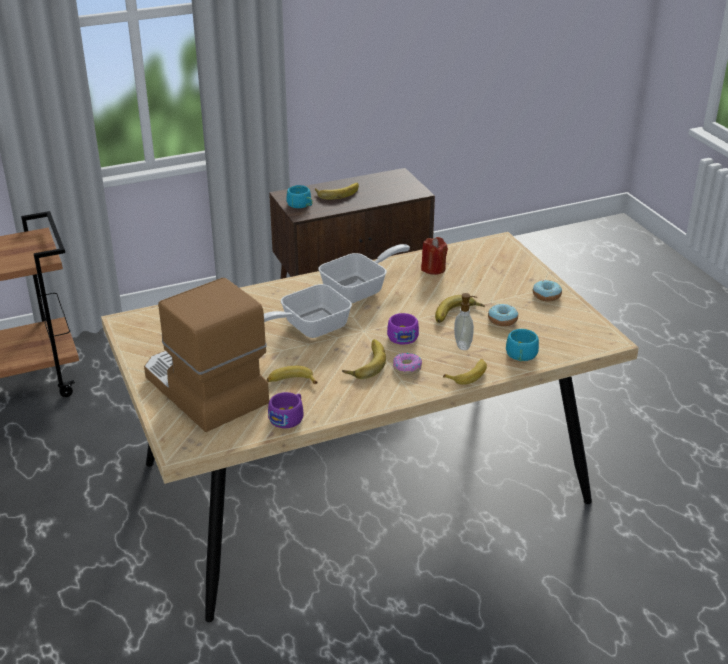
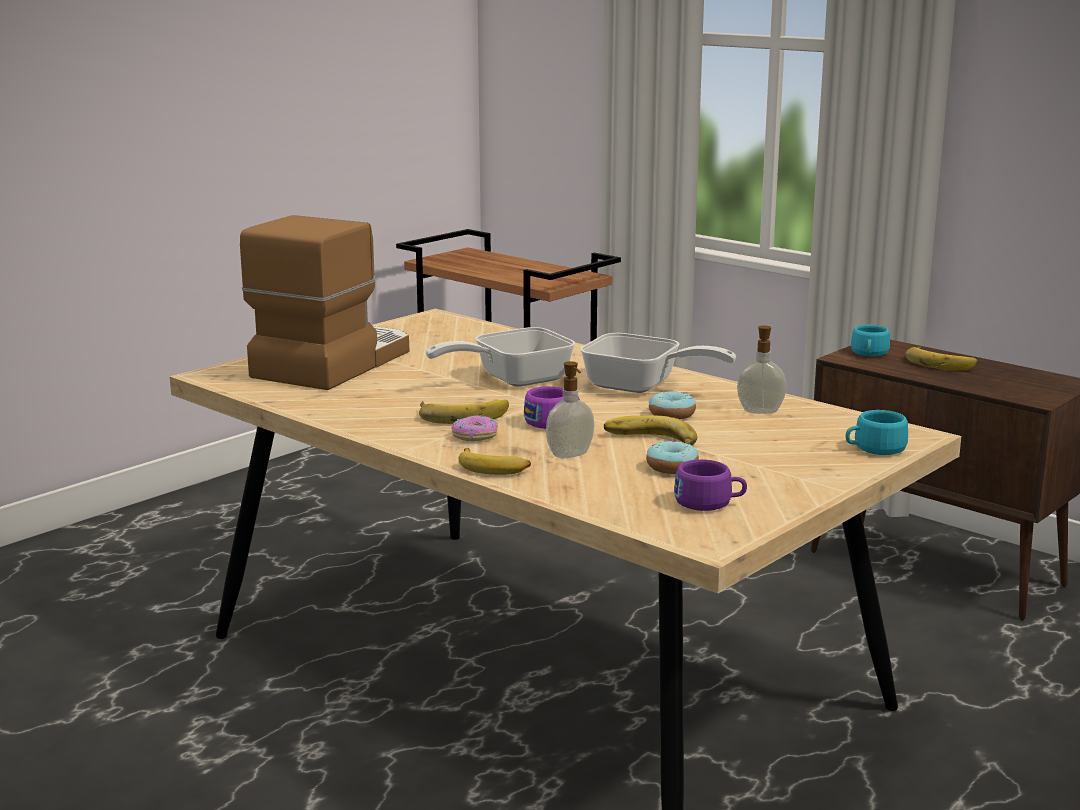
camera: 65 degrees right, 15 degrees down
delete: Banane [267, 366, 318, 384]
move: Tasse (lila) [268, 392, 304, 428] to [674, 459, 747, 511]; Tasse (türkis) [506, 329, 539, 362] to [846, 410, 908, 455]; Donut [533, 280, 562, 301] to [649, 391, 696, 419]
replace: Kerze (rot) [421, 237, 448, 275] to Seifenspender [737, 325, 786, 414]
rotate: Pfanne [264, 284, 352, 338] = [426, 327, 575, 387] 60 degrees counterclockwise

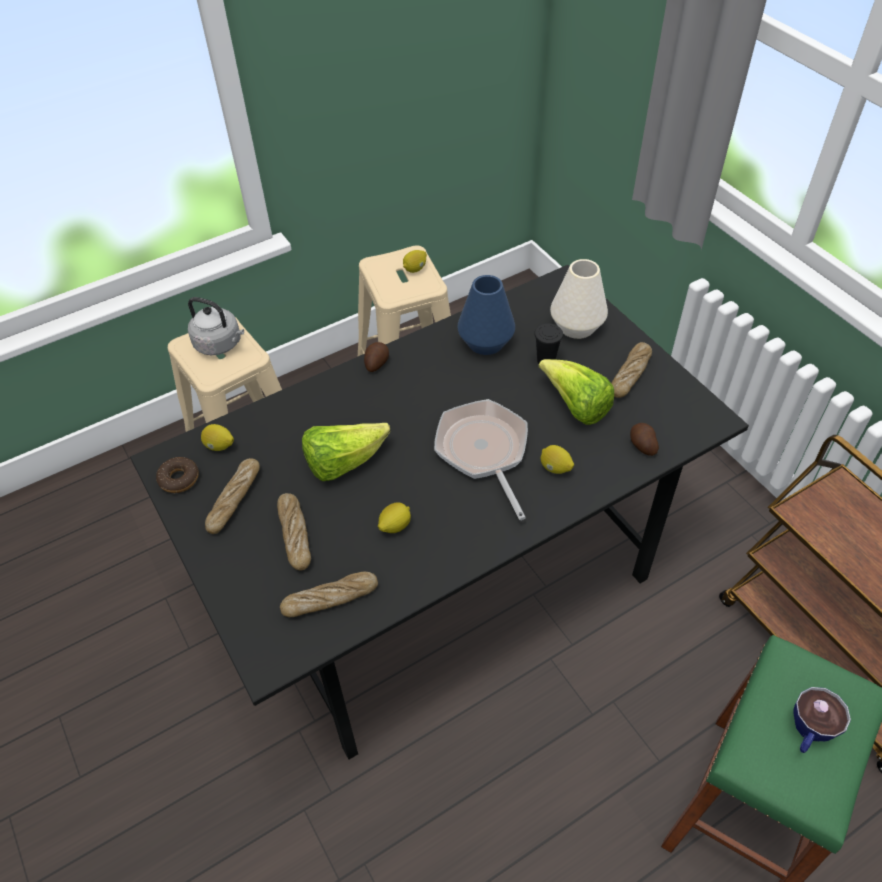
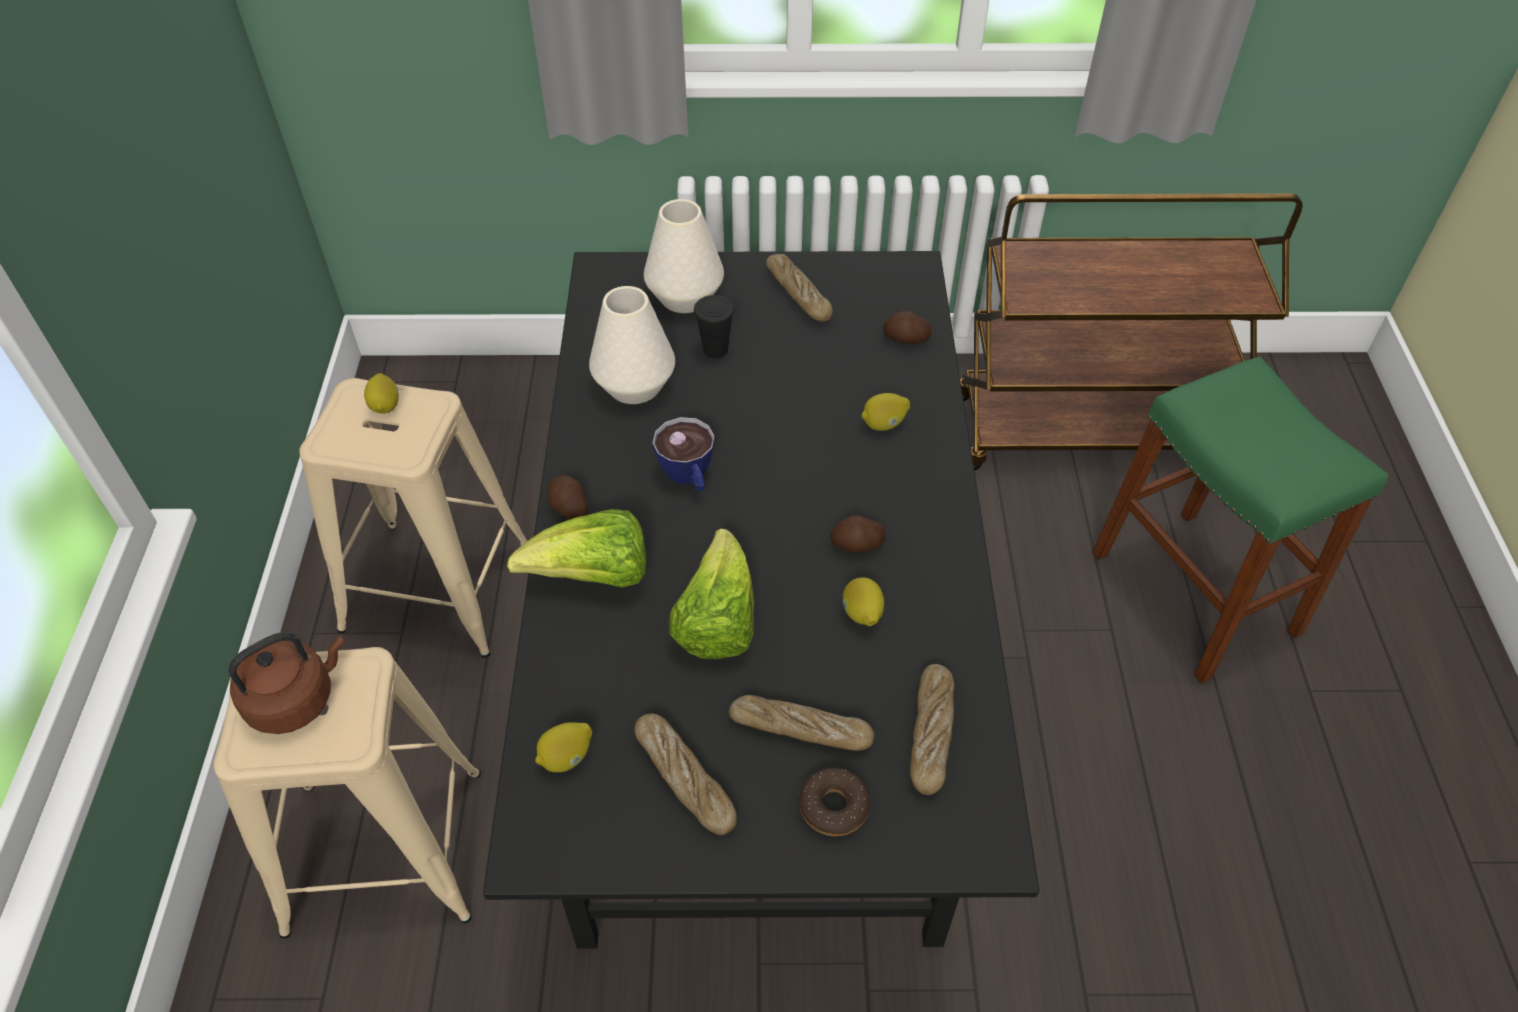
camera: 60 degrees left, 0 degrees up
delete: Pfanne [434, 399, 528, 520]
insert: Kartoffel [830, 515, 886, 553]
move: Donut [156, 457, 199, 493] to [799, 768, 870, 837]; Salatkopf [538, 359, 614, 425] to [507, 509, 646, 588]; Tasse [793, 687, 851, 753] to [652, 417, 715, 492]
recolor: Wasserkessel (grau) [188, 297, 244, 355] to Wasserkessel (braun) [228, 632, 345, 734]; Vase (blau) [458, 275, 515, 355] to Vase (weiß) [589, 286, 675, 404]

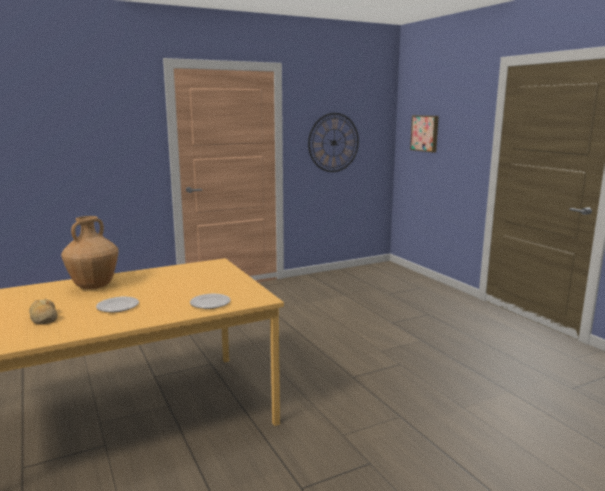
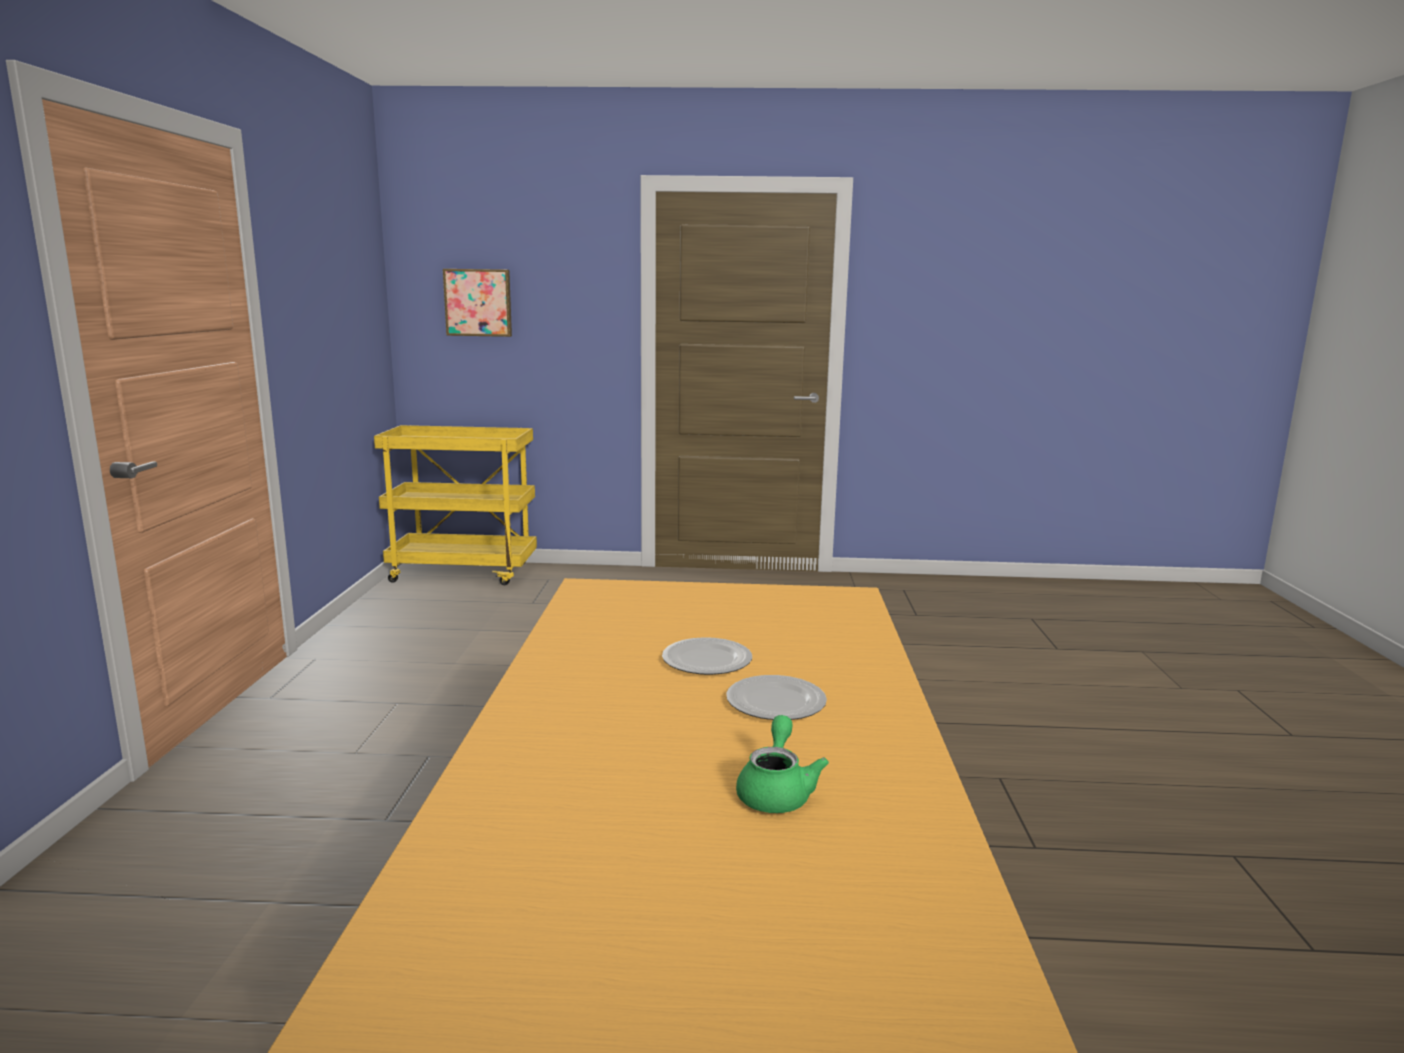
camera: 60 degrees left, 0 degrees up
delete: Vase (braun) [61, 216, 119, 289]; Wanduhr [308, 113, 359, 172]
insert: Rollwagen (gelb) [374, 425, 537, 585]
move: Teller [190, 294, 230, 309] to [662, 637, 752, 675]
replace: Brot [29, 298, 58, 325] to Teekanne (grün) [736, 715, 829, 813]

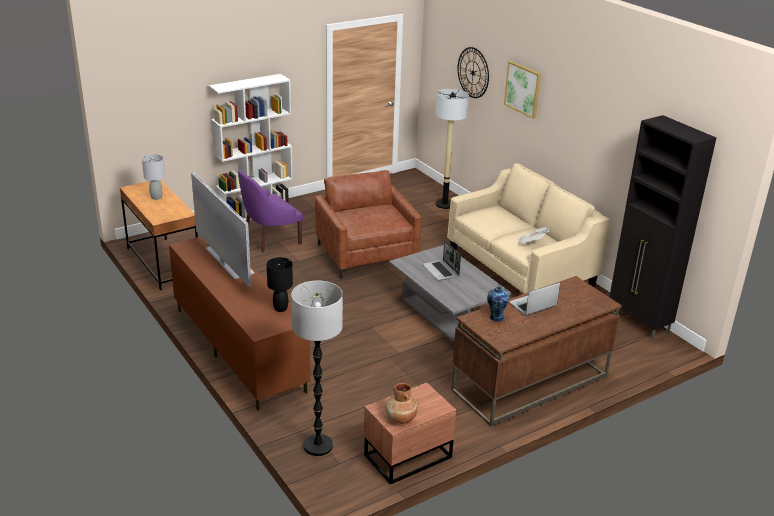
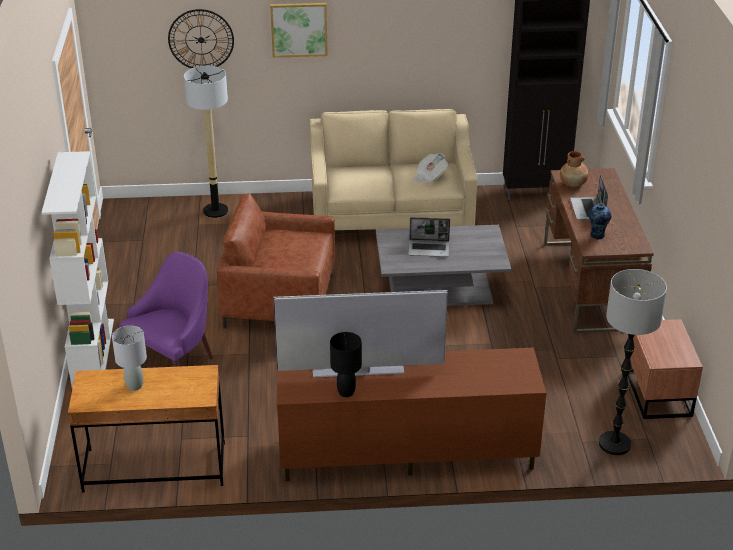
camera: 60 degrees left, 5 degrees up
move: Tischlampe (schwarz) [267, 257, 293, 312] to [330, 332, 362, 397]; Vase (braun) [385, 383, 418, 424] to [560, 151, 589, 187]
rotate: Sessel (lila) [238, 171, 303, 252] = [120, 252, 213, 367] 135 degrees counterclockwise

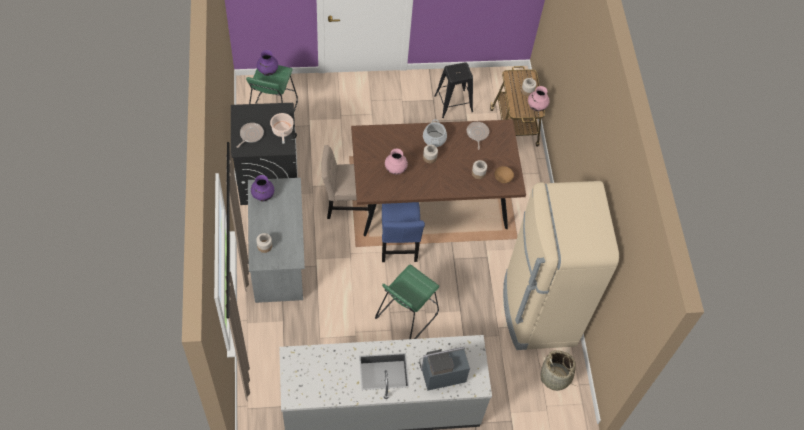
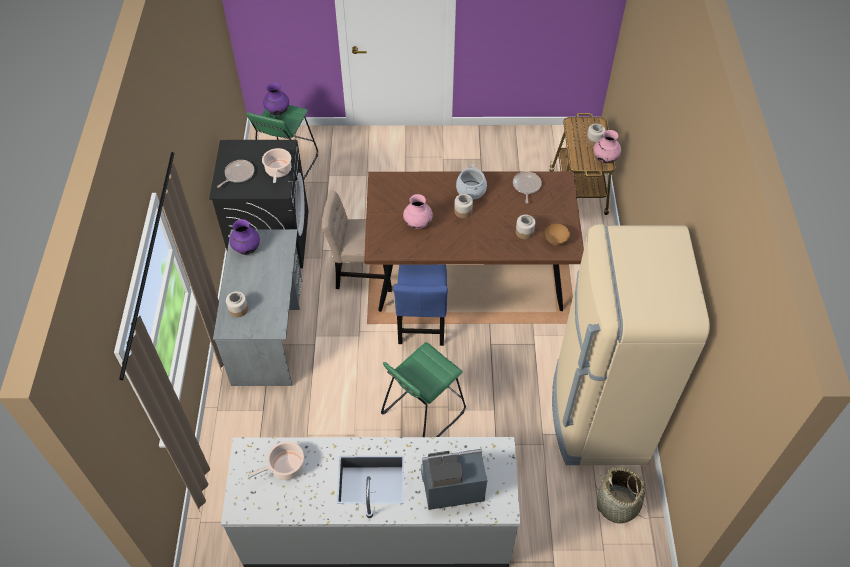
camera: 10 degrees right, 5 degrees down
delete: Hocker (schwarz) [434, 62, 473, 118]
insert: Kochtopf [246, 441, 304, 480]

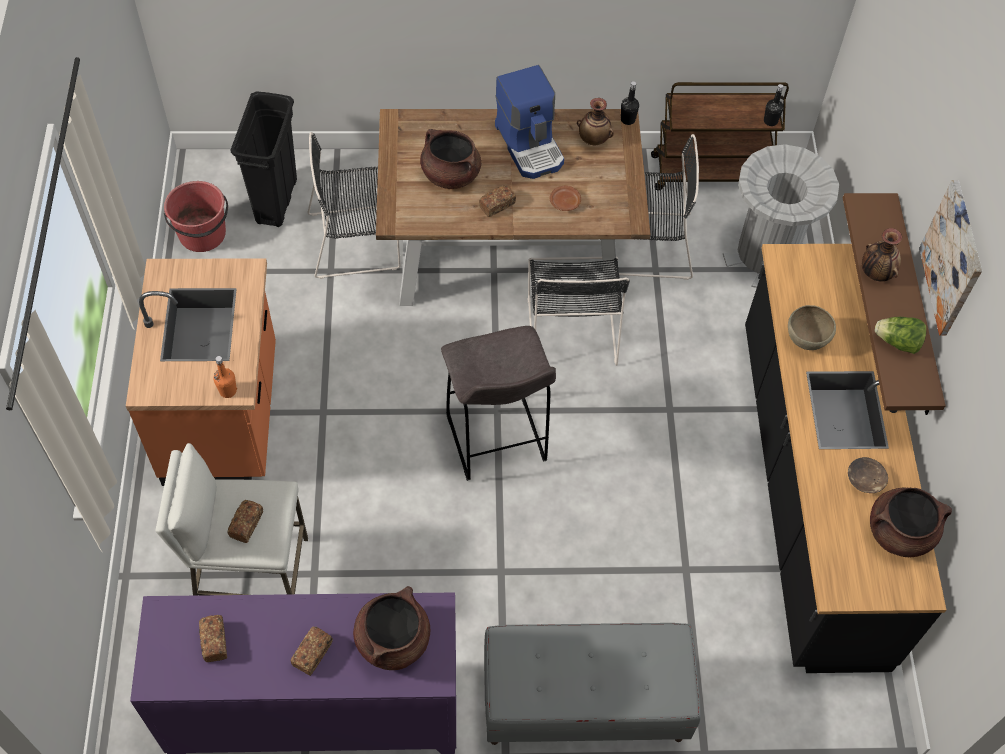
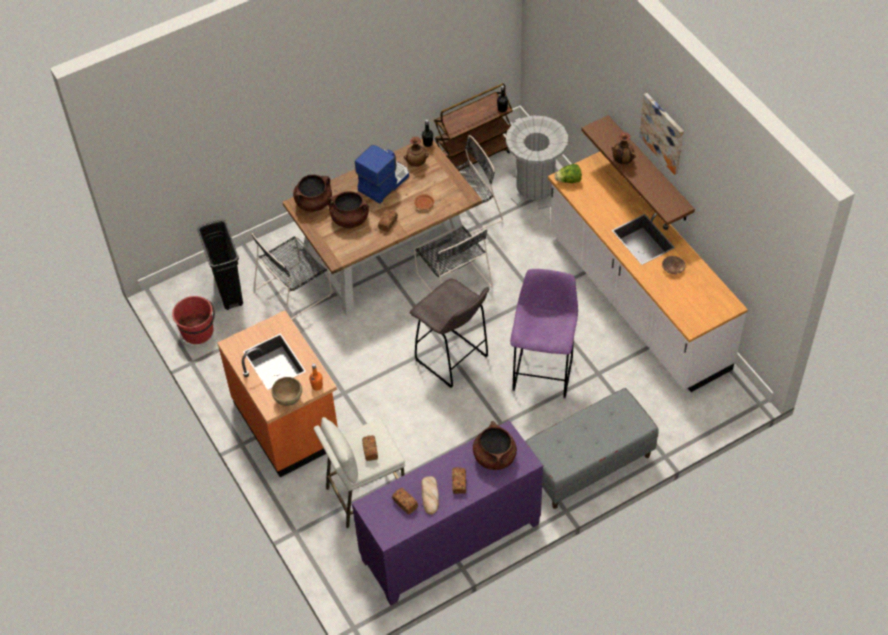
camera: 25 degrees left, 5 degrees down
insert: Brot [421, 476, 439, 514]; Hocker (lila) [510, 269, 578, 399]
move: Schüssel (braun) [788, 305, 836, 350] to [272, 377, 302, 406]; Kochtopf (braun) [870, 488, 952, 557] to [293, 175, 332, 212]; Salatkopf [875, 317, 926, 354] to [555, 164, 582, 183]
recolor: Küchenzeile (schwarz) [745, 244, 946, 673] to Küchenzeile (weiß) [548, 152, 748, 392]
rotate: Kaffeemaschine [495, 65, 564, 179] = [355, 145, 409, 204] 90 degrees counterclockwise

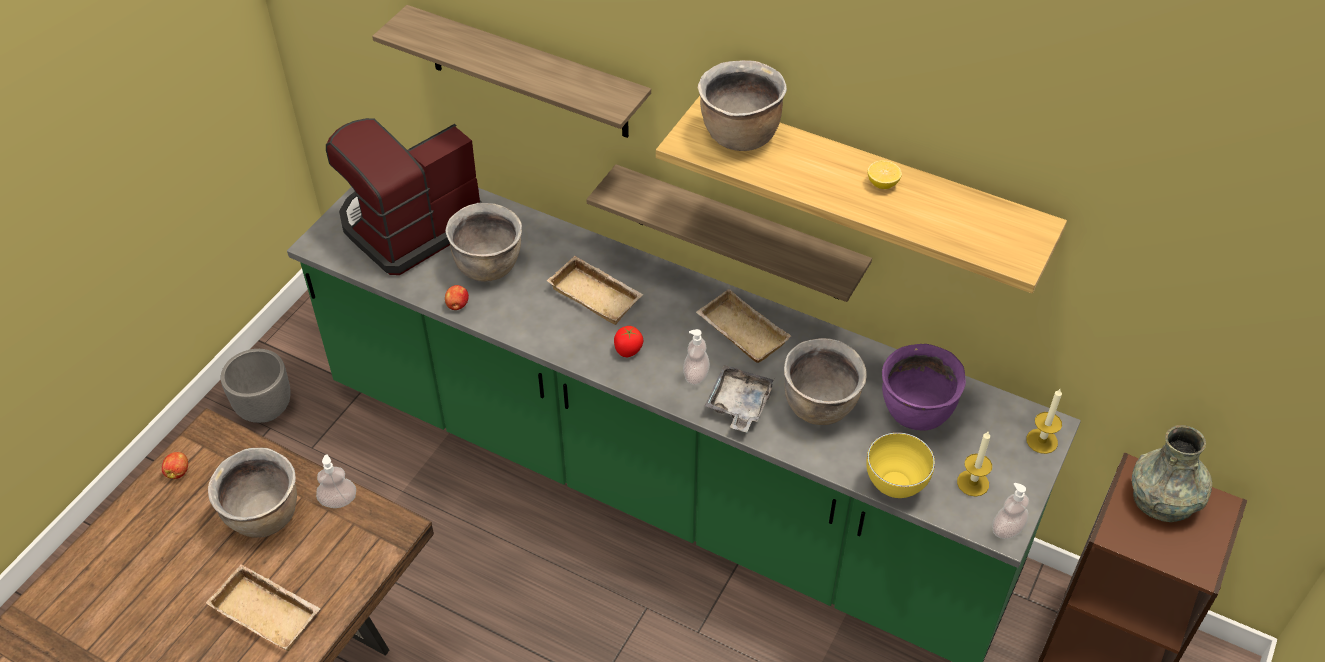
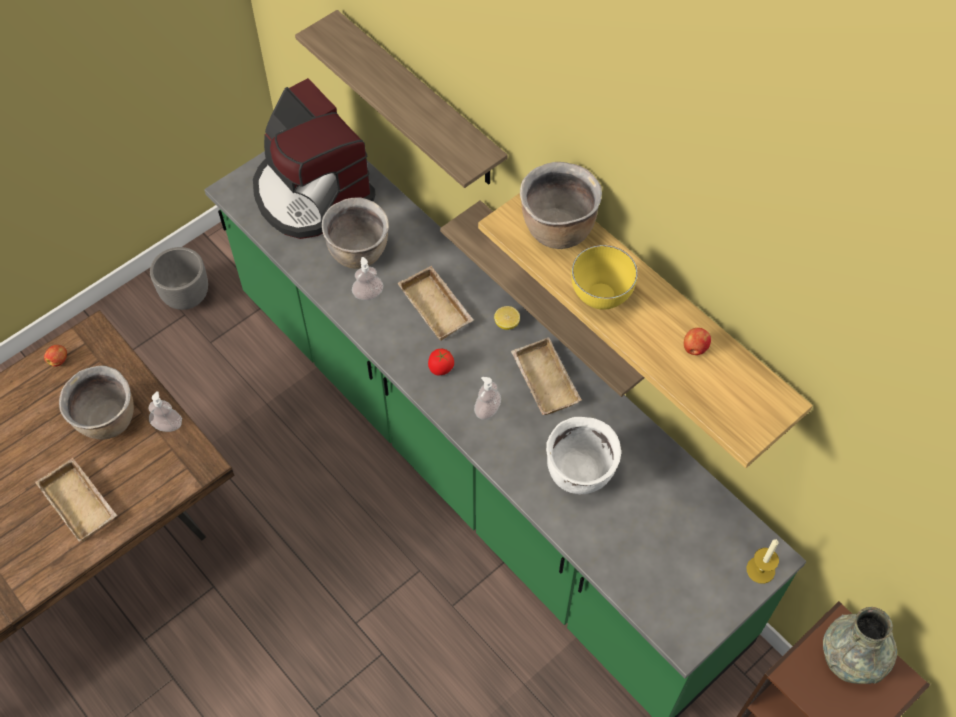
camera: 20 degrees right, 10 degrees up
delete: Tablett (grau) [705, 365, 775, 432]; Kochtopf (lila) [882, 344, 966, 431]; Kerze [957, 432, 992, 497]
move: Apfel [445, 285, 469, 310] to [684, 328, 711, 355]; Schüssel (gelb) [866, 432, 935, 498] to [571, 245, 638, 310]; Zitrone [868, 160, 902, 189] to [494, 306, 520, 330]; Seifenspender [992, 483, 1029, 539] to [352, 257, 384, 300]
recolor: Kochtopf (braun) [784, 338, 867, 425] to Kochtopf (weiß) [546, 417, 621, 494]
rotate: Kaffeemaschine [326, 118, 483, 275] = [253, 78, 375, 239] 105 degrees counterclockwise

